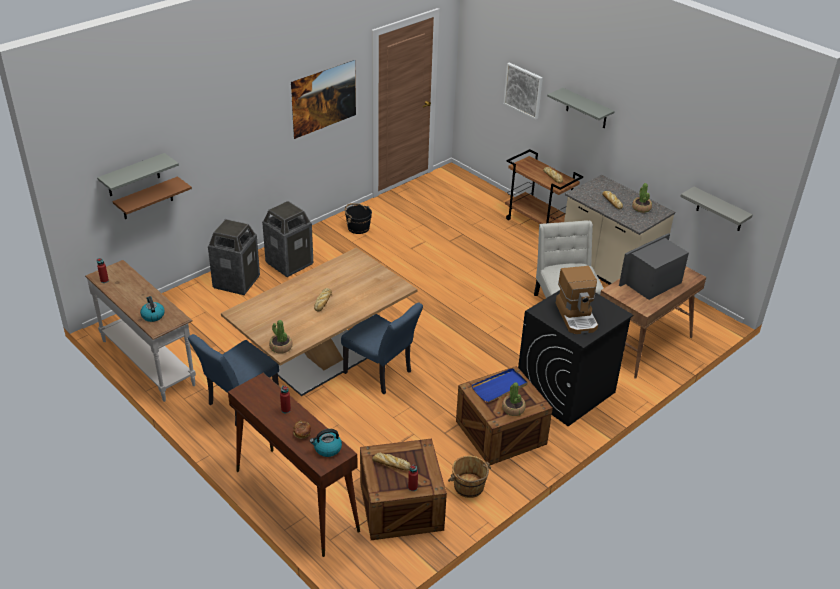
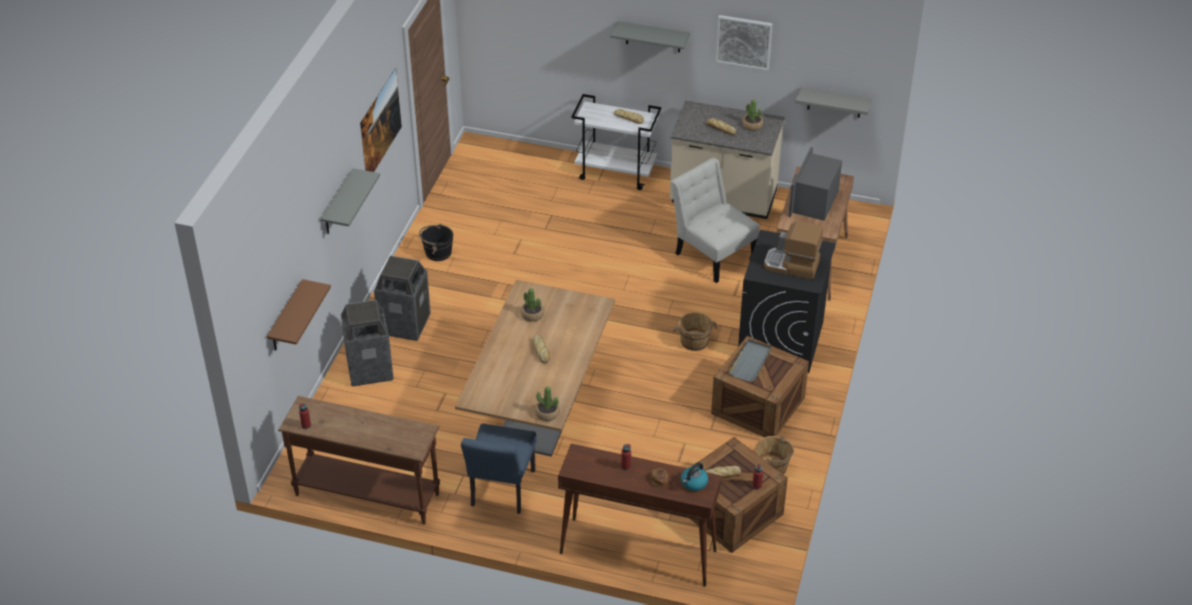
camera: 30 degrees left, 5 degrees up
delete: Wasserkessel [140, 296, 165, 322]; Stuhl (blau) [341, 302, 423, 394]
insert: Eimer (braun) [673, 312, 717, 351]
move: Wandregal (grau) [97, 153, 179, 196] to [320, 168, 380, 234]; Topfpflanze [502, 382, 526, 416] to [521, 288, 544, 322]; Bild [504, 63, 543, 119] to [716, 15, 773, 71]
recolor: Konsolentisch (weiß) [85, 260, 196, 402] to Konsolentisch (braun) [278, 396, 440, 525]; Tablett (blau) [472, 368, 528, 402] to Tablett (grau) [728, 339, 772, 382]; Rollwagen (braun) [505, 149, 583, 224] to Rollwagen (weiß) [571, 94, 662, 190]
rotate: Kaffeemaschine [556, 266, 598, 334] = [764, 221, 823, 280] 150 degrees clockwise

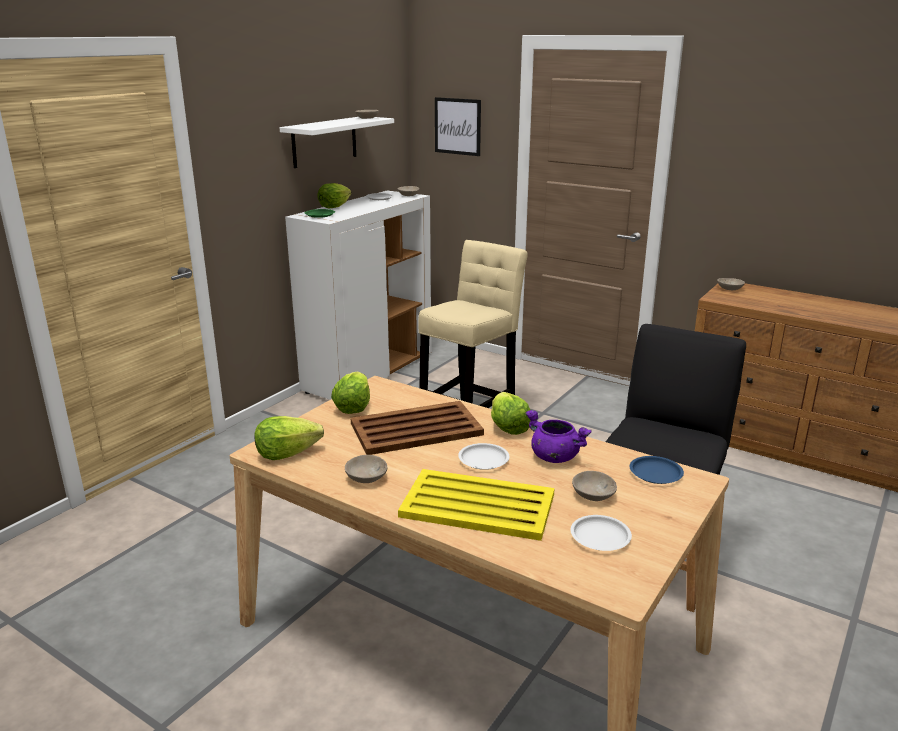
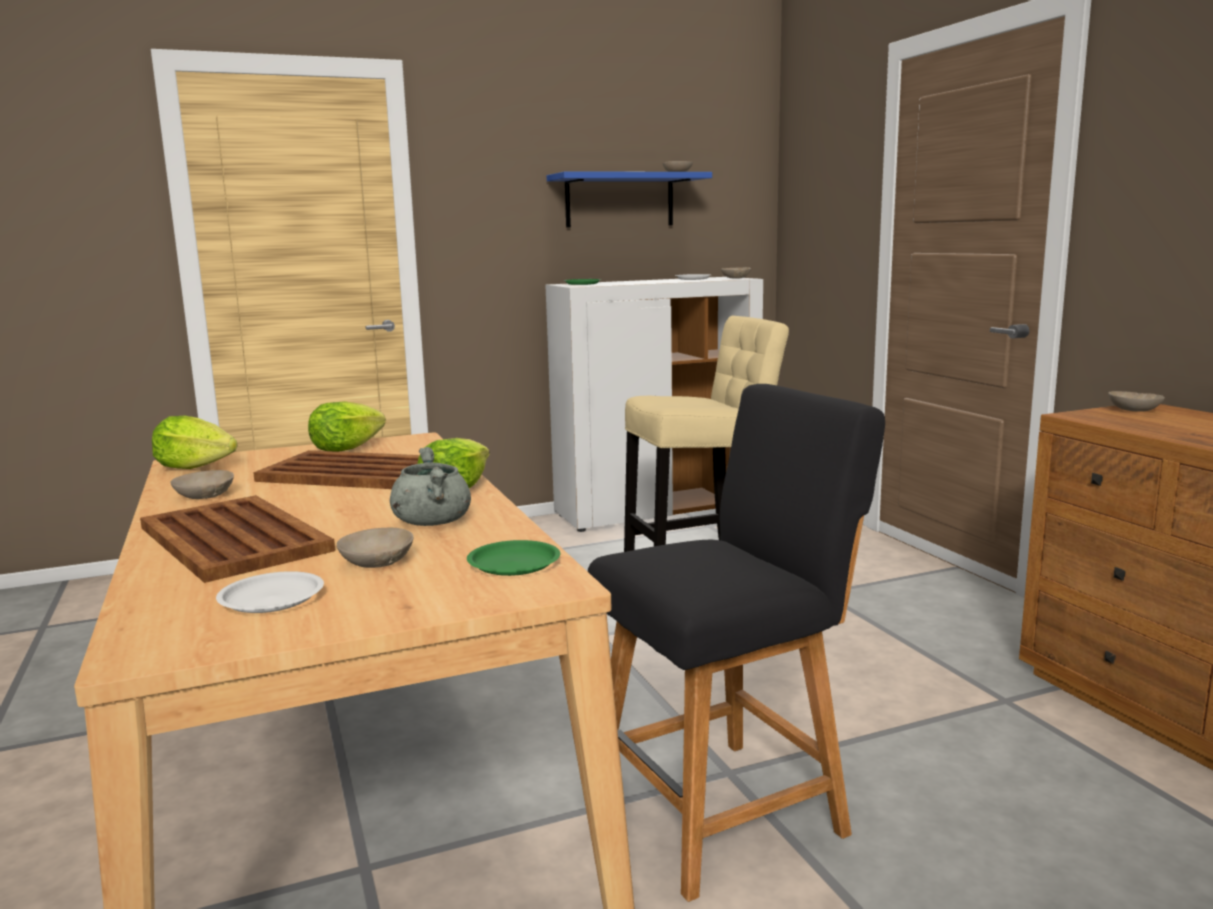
camera: 35 degrees right, 10 degrees down
delete: Salatkopf [317, 183, 351, 209]; Bild [435, 97, 481, 156]; Teller (weiß) [458, 443, 509, 470]
recolor: Wandregal (weiß) [279, 117, 394, 168] to Wandregal (blau) [547, 171, 712, 228]; Tablett (gelb) [398, 469, 555, 541] to Tablett (braun) [140, 495, 335, 583]; Kochtopf (lila) [525, 410, 592, 463] to Kochtopf (grau) [390, 447, 471, 526]; Teller (blau) [630, 456, 684, 484] to Teller (grün) [467, 540, 560, 576]

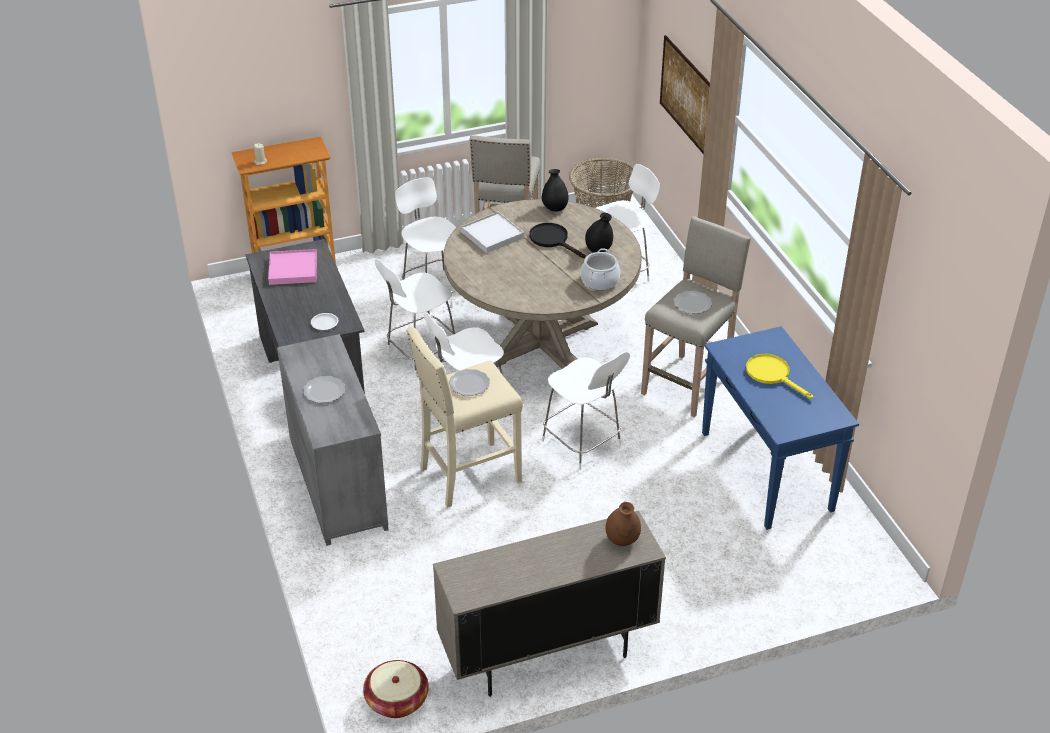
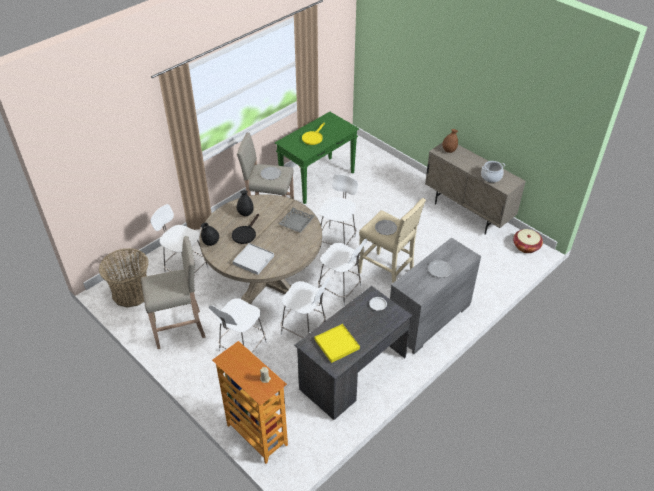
camera: 115 degrees left, 5 degrees up
delete: Bild [660, 35, 710, 154]
insert: Tablett (grau) [279, 208, 315, 233]
move: Kochtopf [581, 248, 620, 291] to [481, 161, 505, 183]
recolor: Tablett (rosa) [268, 249, 317, 285] to Tablett (gelb) [315, 324, 360, 363]; Konsolentisch (blau) [702, 326, 859, 530] to Konsolentisch (grün) [275, 112, 359, 204]

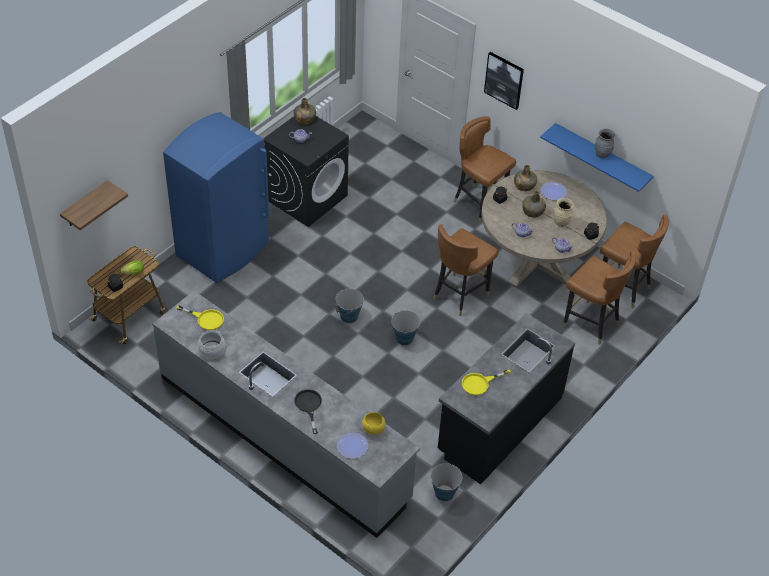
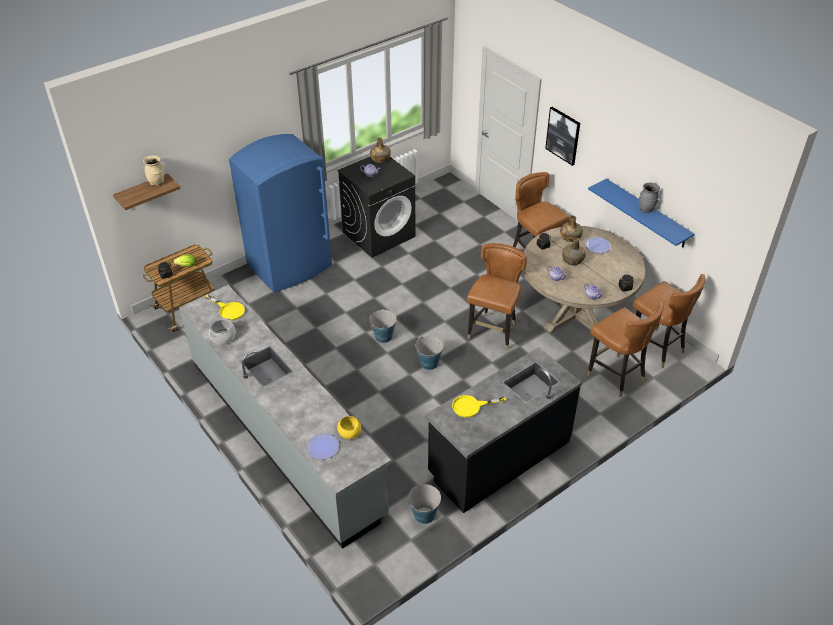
camera: 15 degrees right, 5 degrees down
delete: Pfanne (schwarz) [294, 389, 322, 434]
move: Vase (beige) [554, 198, 574, 227] to [143, 155, 164, 186]
rotate: Stuhl (braun) [433, 224, 499, 316] = [467, 243, 527, 350] 150 degrees clockwise

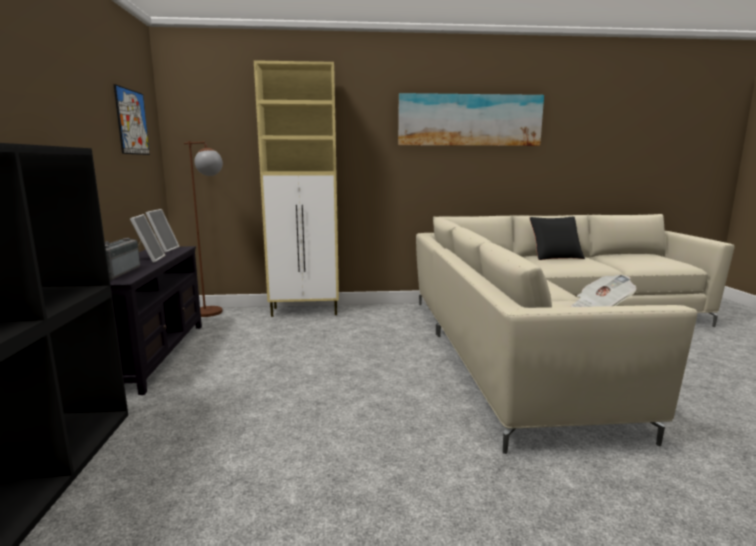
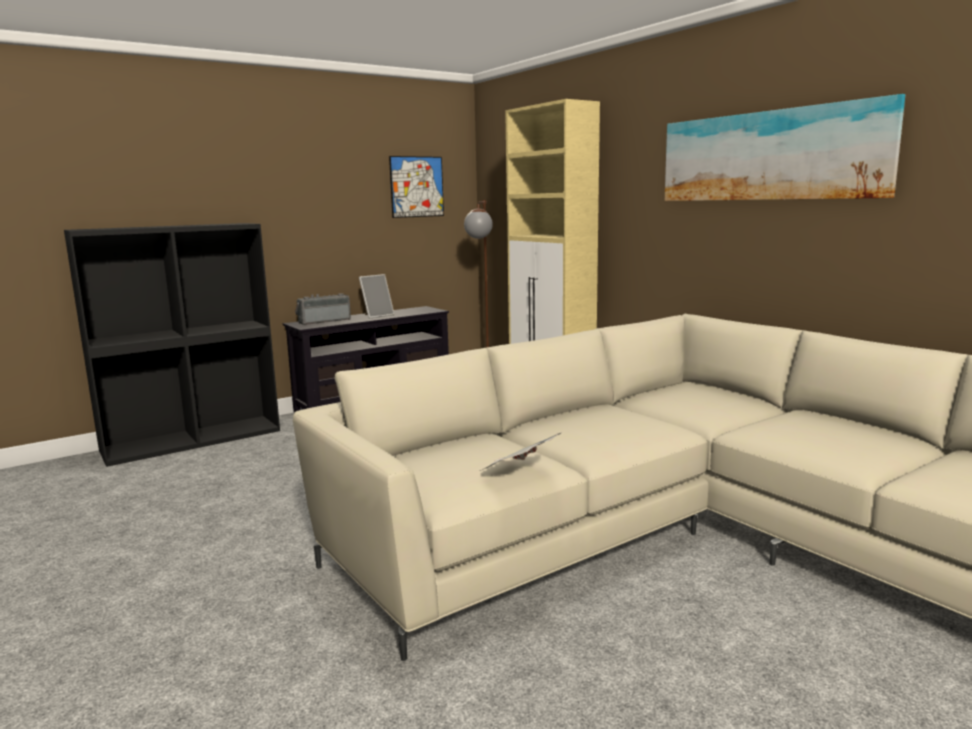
camera: 60 degrees right, 0 degrees up
delete: Bilderrahmen [146, 209, 180, 253]; Kissen (schwarz) [530, 216, 585, 260]

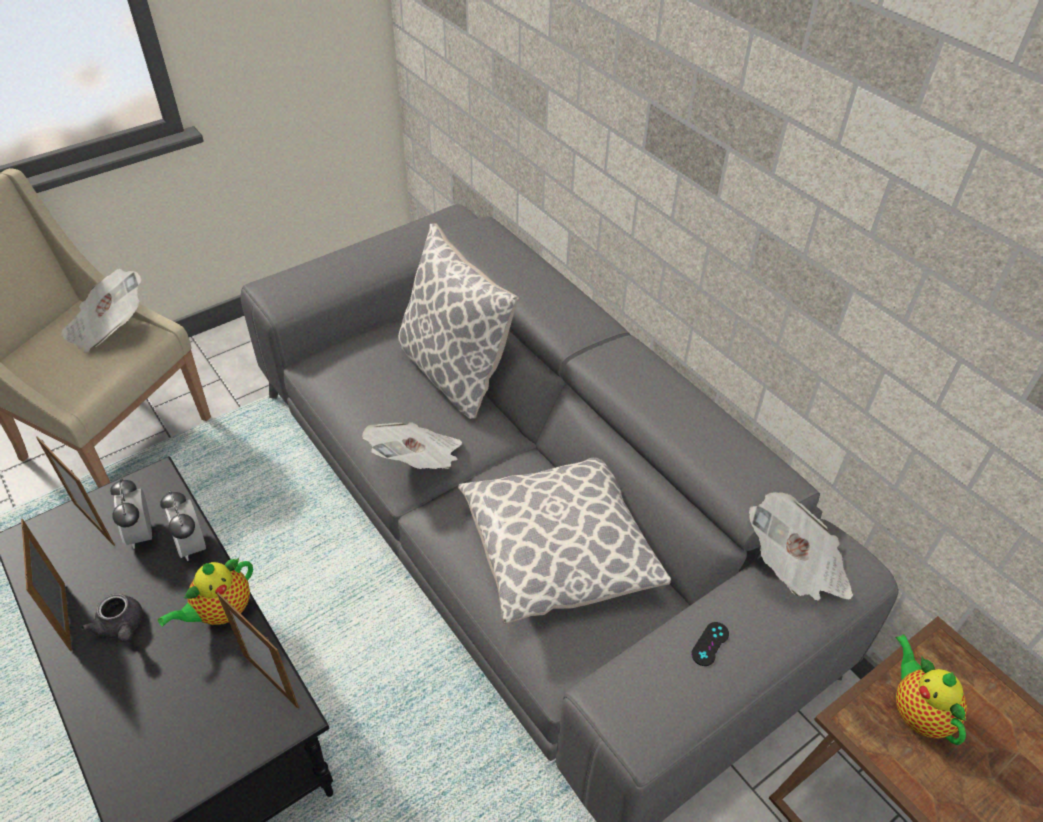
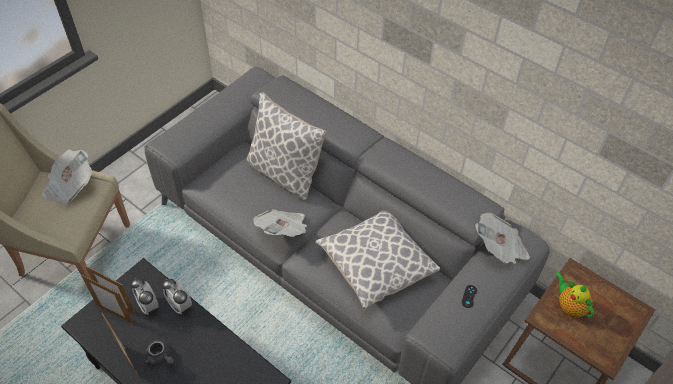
camera: 15 degrees left, 5 degrees up
delete: Teekanne [158, 558, 253, 627]
move: Bilderrahmen [217, 592, 299, 709] to [81, 274, 133, 324]

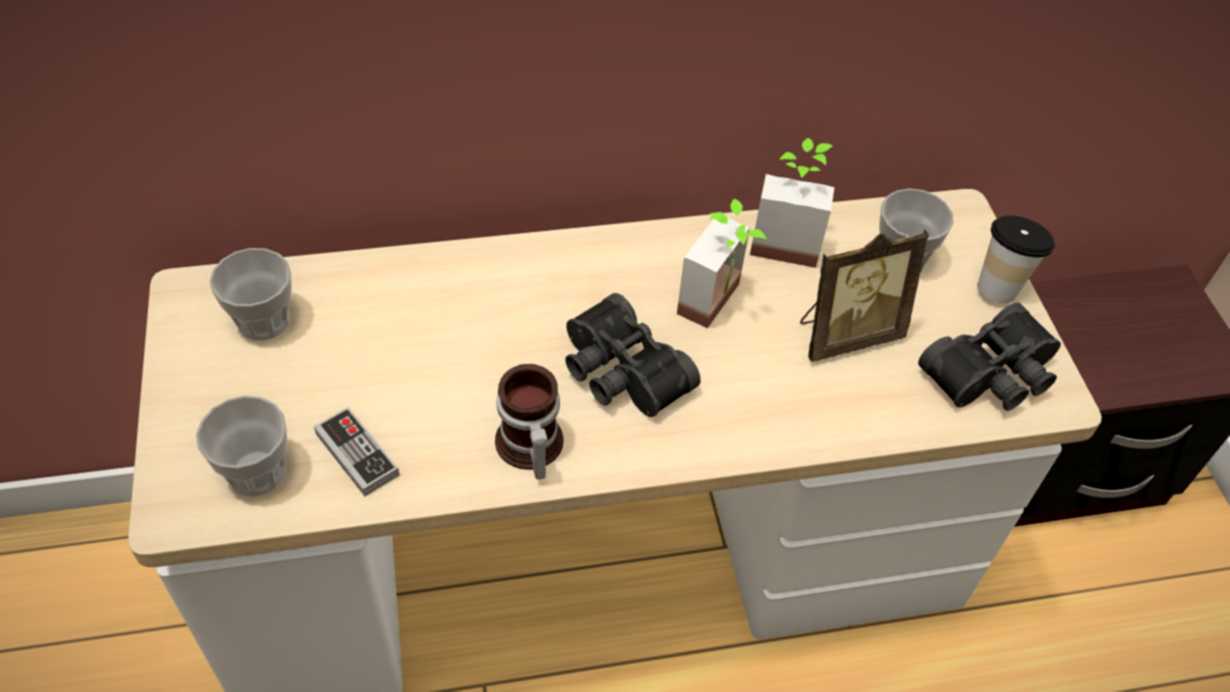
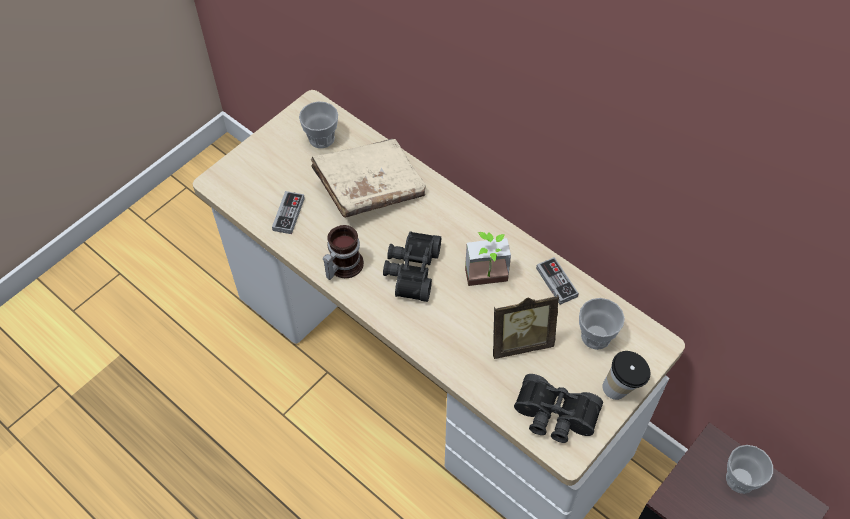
camera: 55 degrees right, 5 degrees up
insert: Buch (beige) [311, 139, 426, 218]
move: Tasse [196, 396, 288, 497] to [726, 445, 773, 494]
replace: Topfpflanze [750, 138, 835, 268] to Gamepad [536, 257, 579, 305]
rotate: Bilderrahmen [800, 230, 929, 362] = [493, 294, 559, 359] 45 degrees counterclockwise

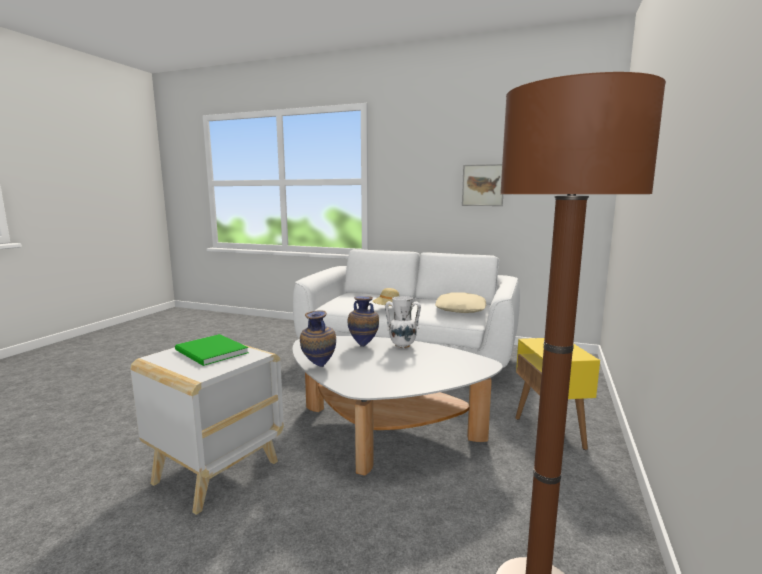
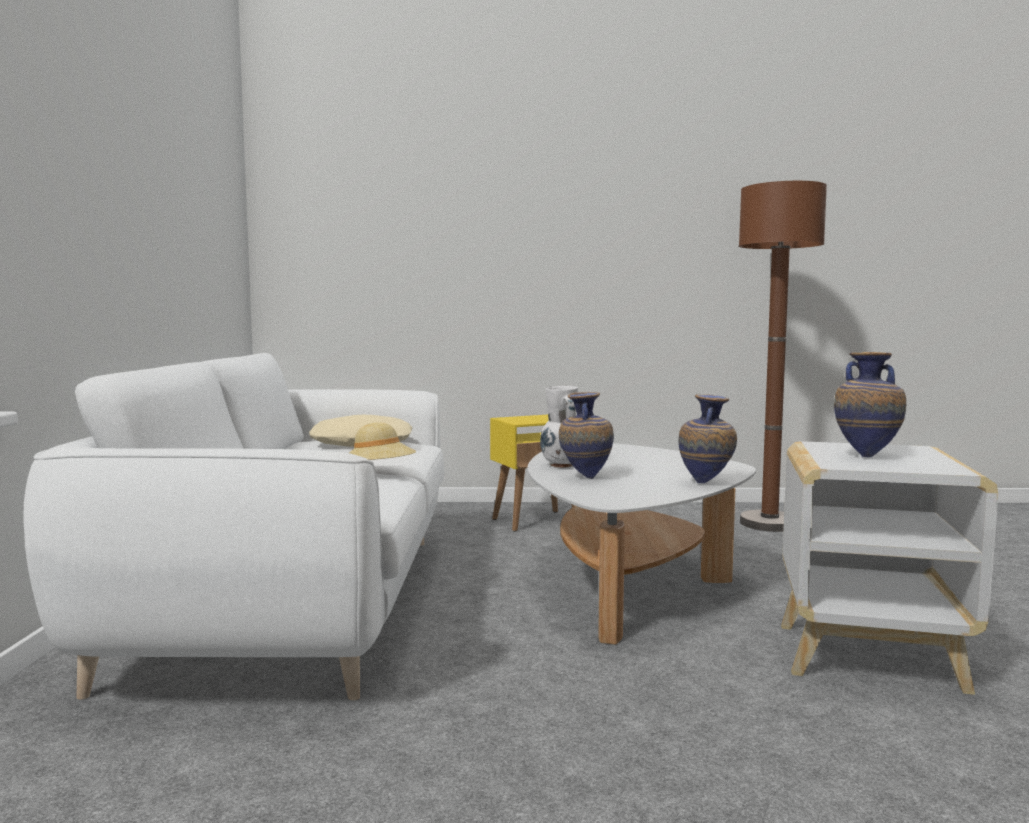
camera: 110 degrees left, 5 degrees down
delete: Bild [462, 164, 503, 206]
replace: Buch (grün) [175, 334, 249, 366] to Vase [834, 352, 906, 458]

